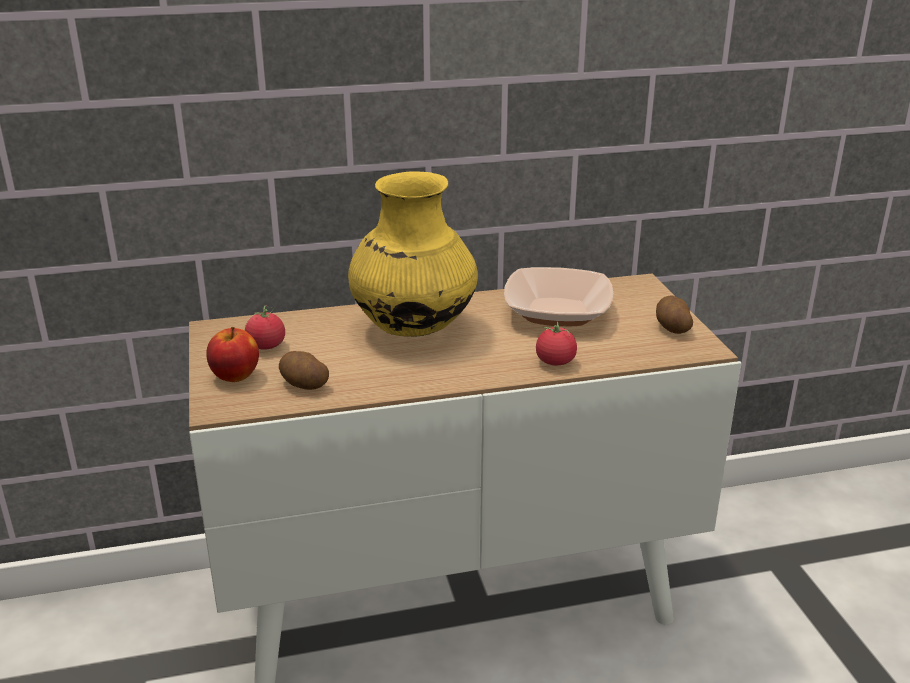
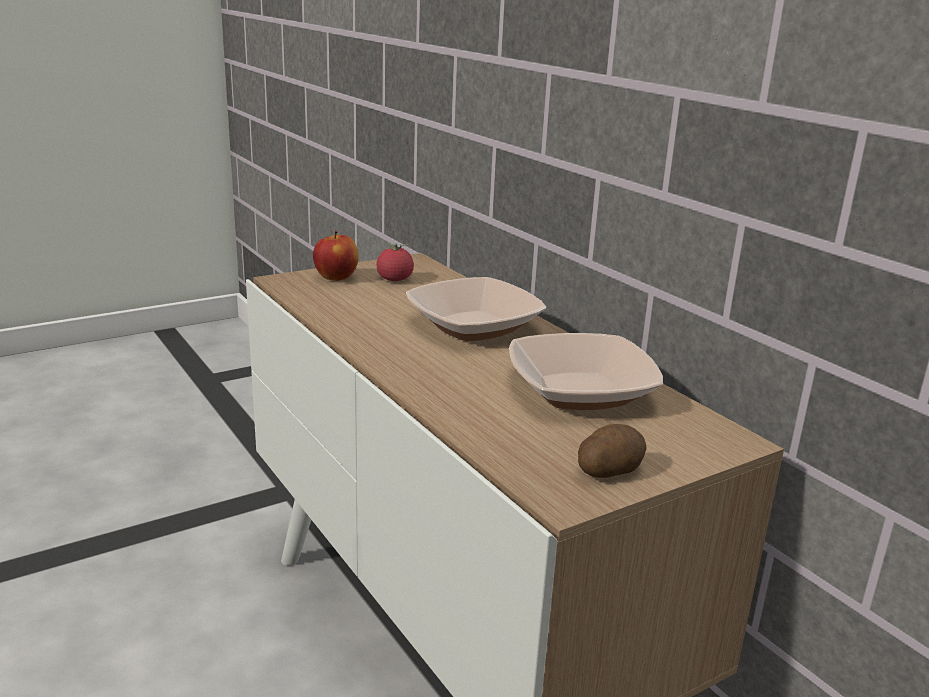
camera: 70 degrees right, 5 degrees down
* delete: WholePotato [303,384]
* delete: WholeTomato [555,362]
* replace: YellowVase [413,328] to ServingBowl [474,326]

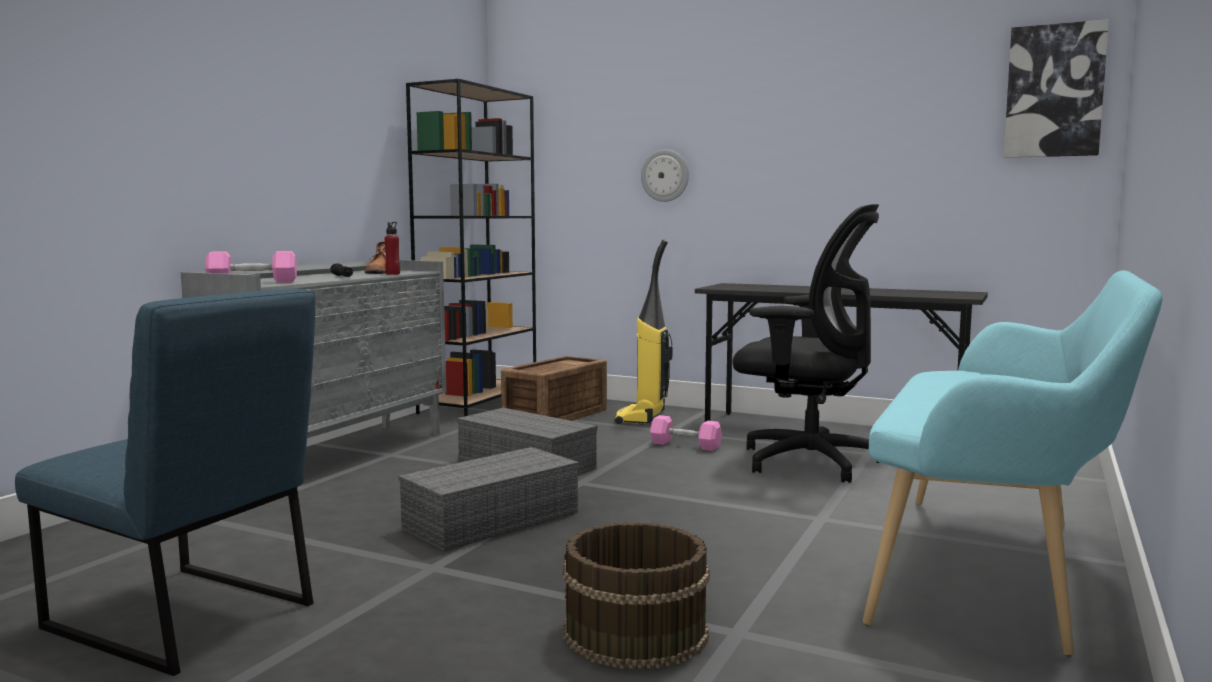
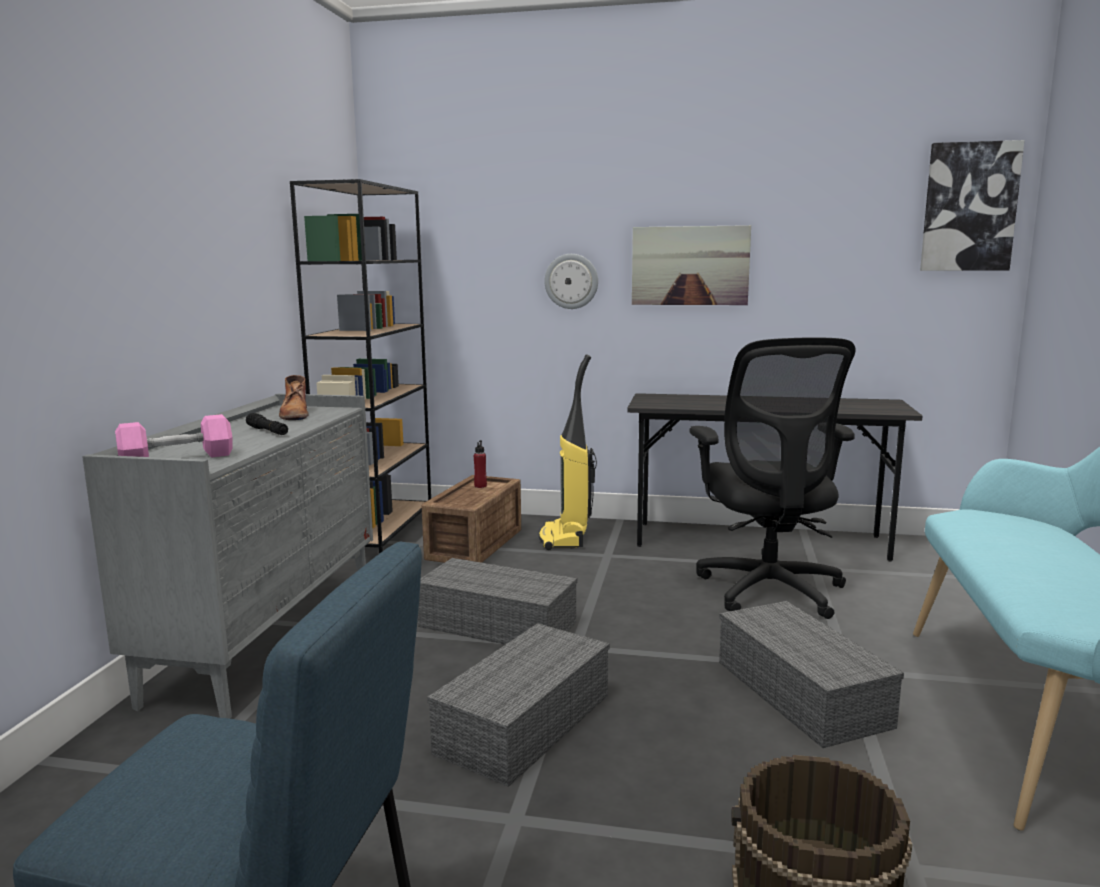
camera: 15 degrees left, 5 degrees up
* delete: PinkColouredFreeWeight [685,445]
* insert: Picture [690,265]
* insert: GrayStorageBin [804,694]
* move: ReddishBottle [393,274] to [480,486]
* rotate: BlackComputerChair [801,462] = [765,587] 75 degrees clockwise

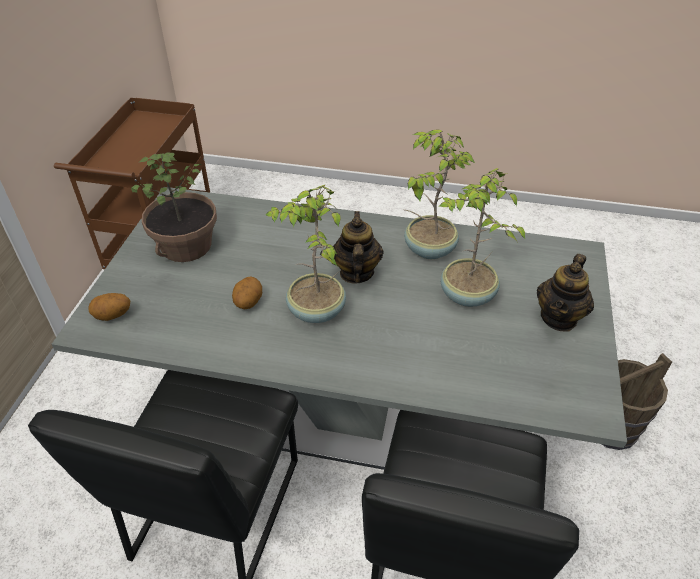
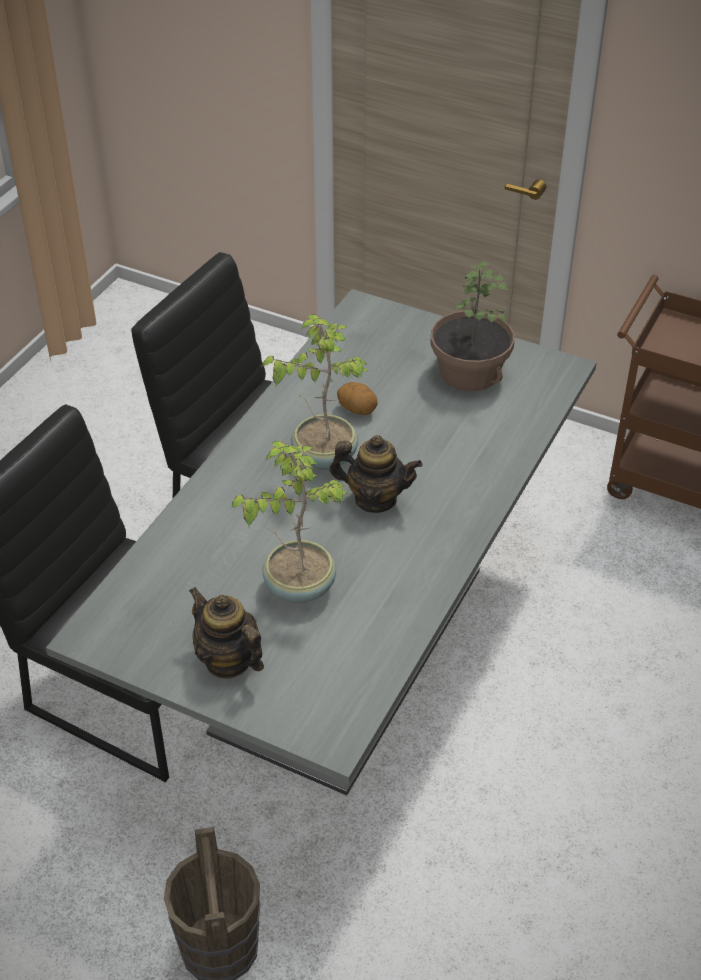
camera: 105 degrees right, 0 degrees up
* delete: WholePotato [113,316]
* delete: PlantInAPot [428,249]

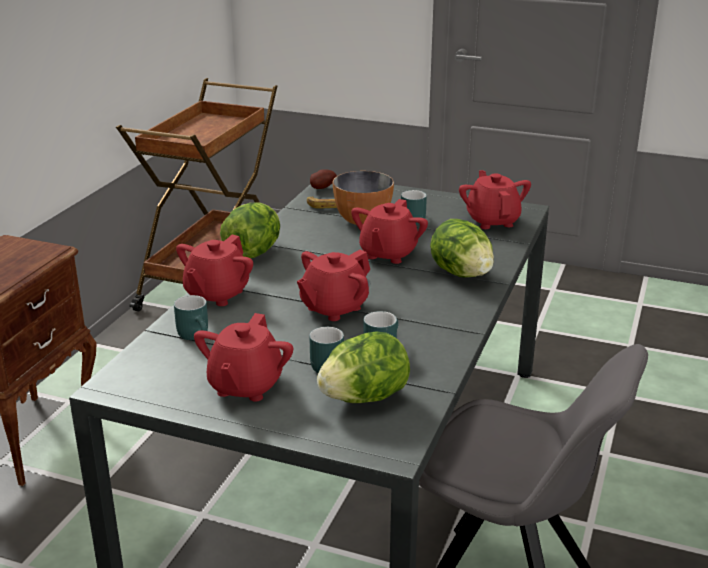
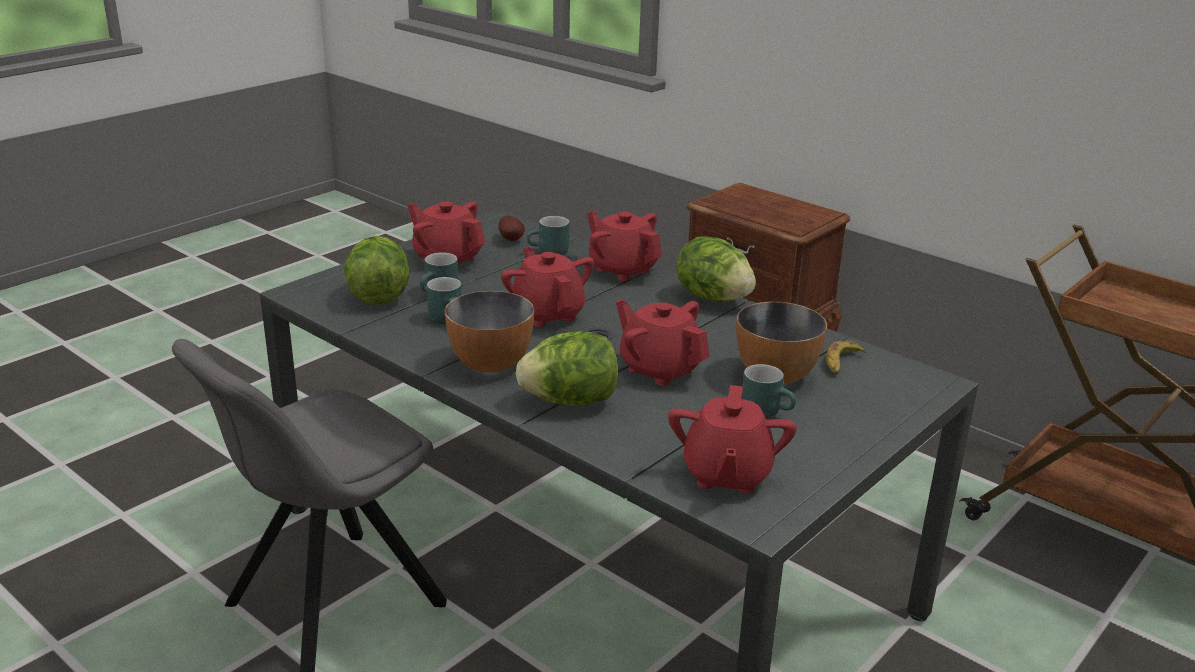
camera: 110 degrees right, 0 degrees up
* insert: ServingBowl [490,364]
* move: WholePotato [321,188] to [512,240]
* rotate: ReddishPotForTea [492,221] = [726,475] 90 degrees clockwise

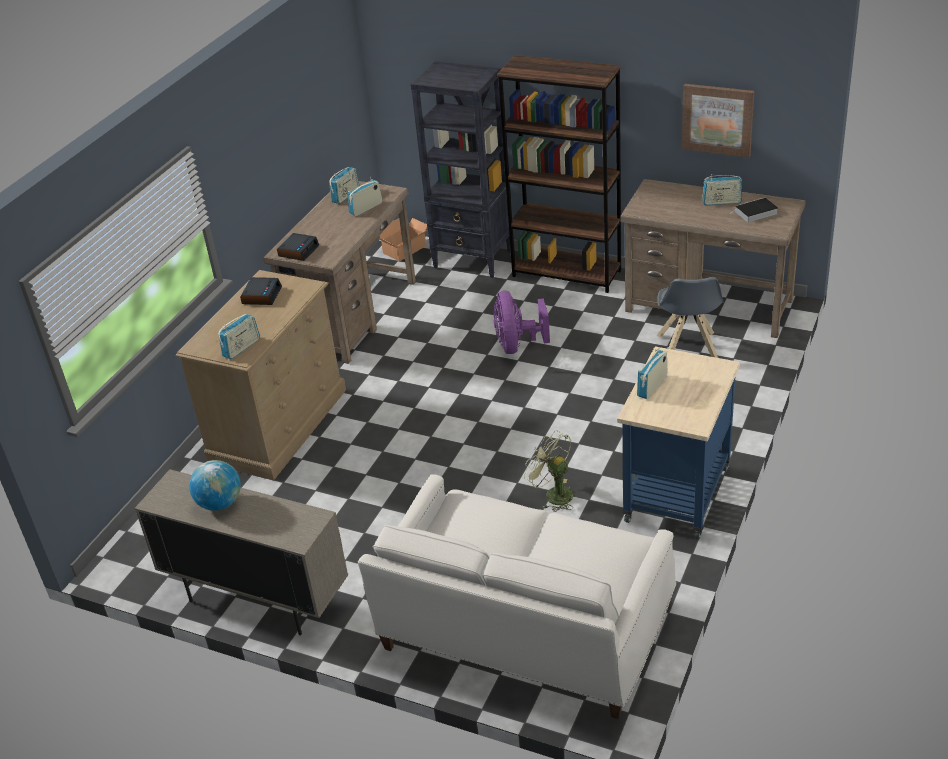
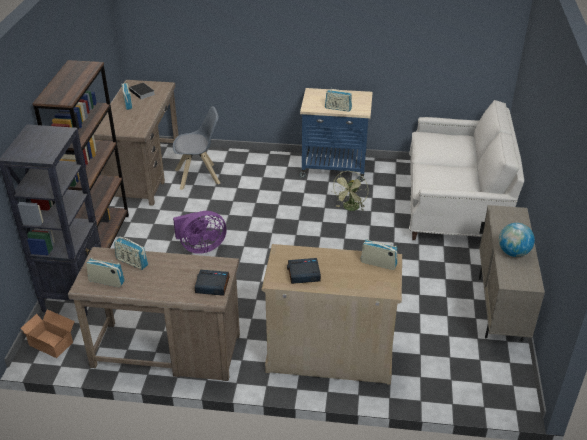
camera: 110 degrees left, 0 degrees up
* delete: Picture [717,119]

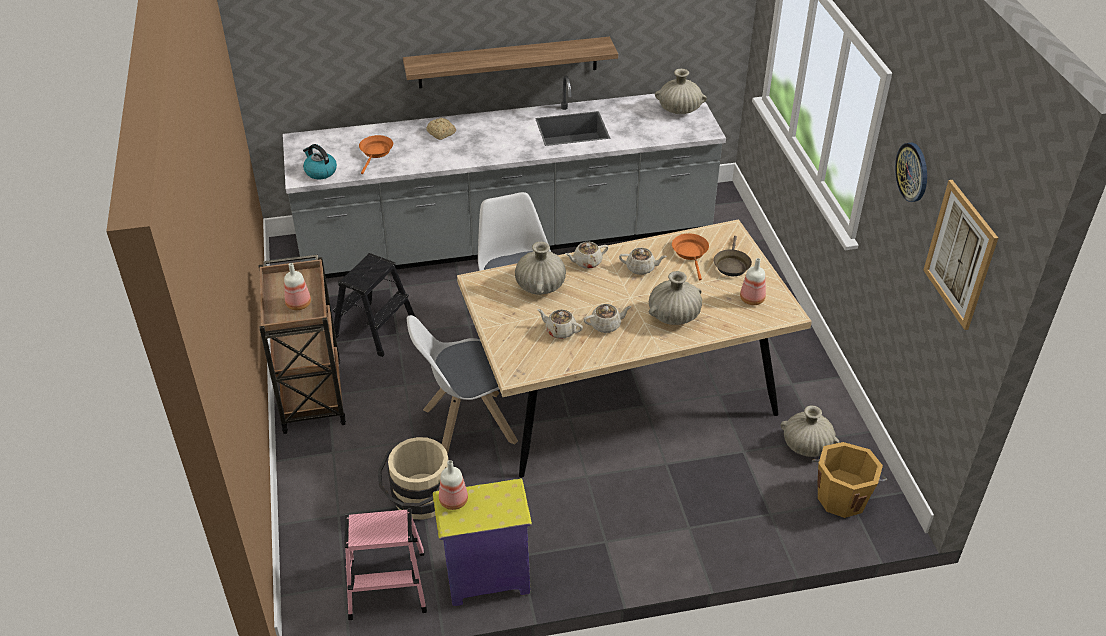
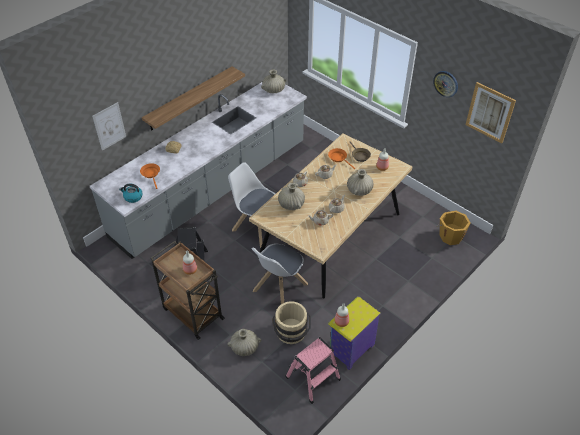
camera: 35 degrees left, 5 degrees up
* insert: Picture [109,126]
* move: BeigeVase [806,446] to [245,348]

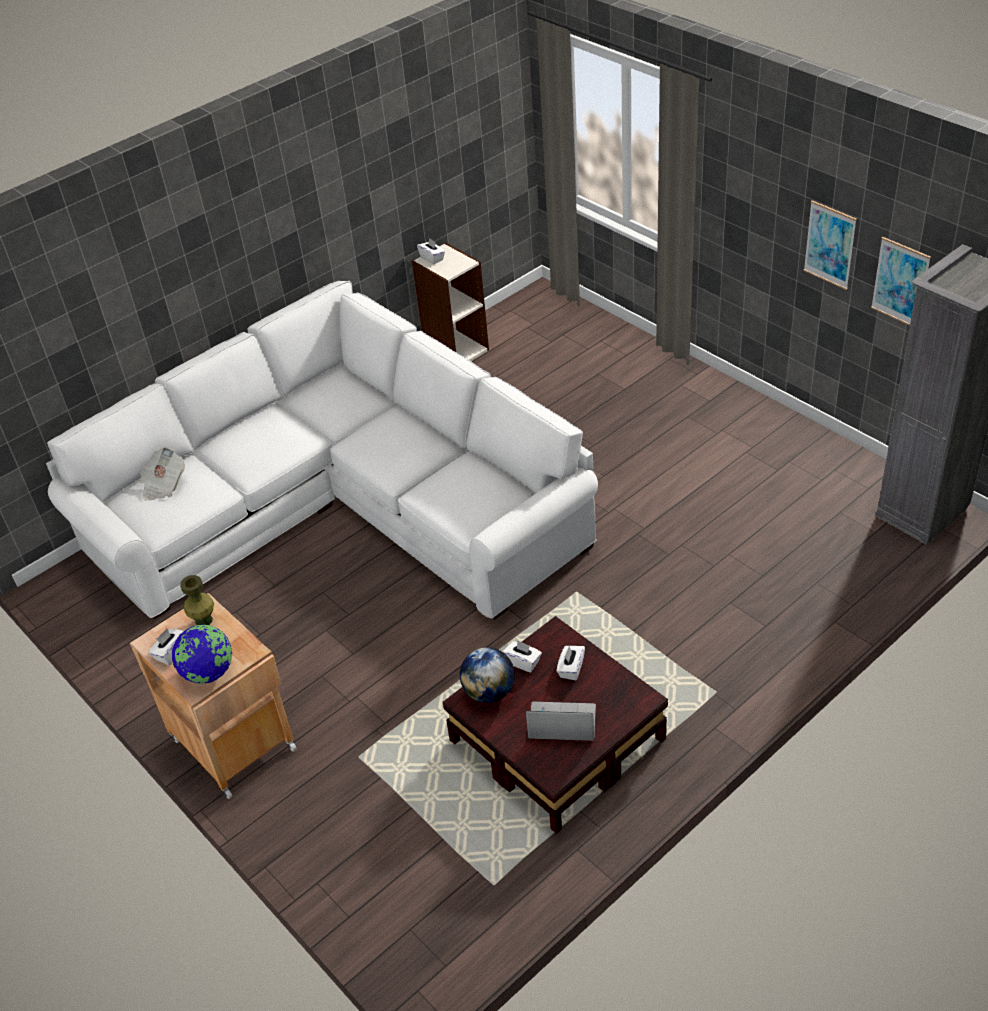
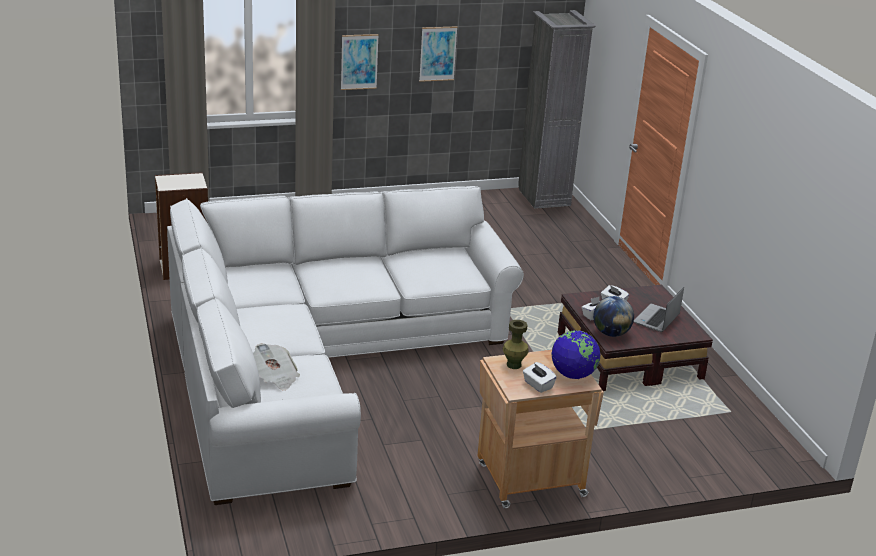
camera: 70 degrees left, 15 degrees down
* delete: WhiteColouredTissueHolder [432,258]
* move: Picture [900,282] to [359,62]

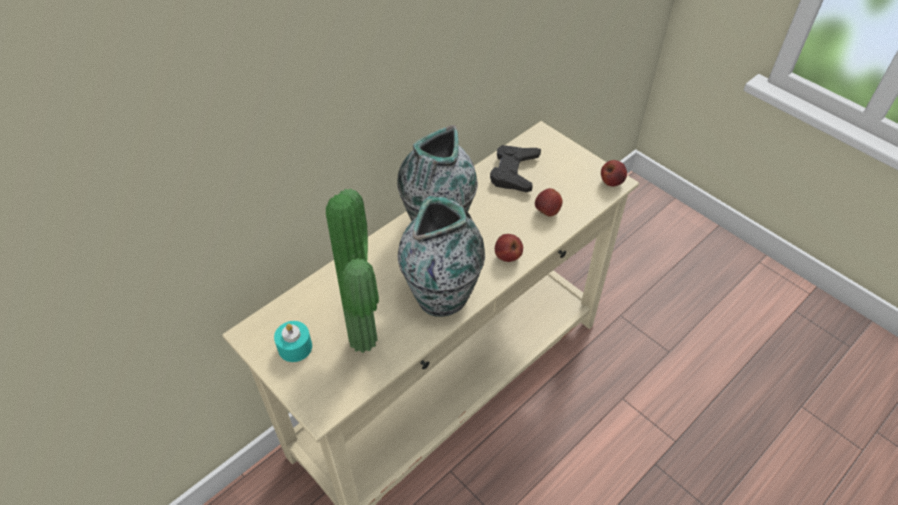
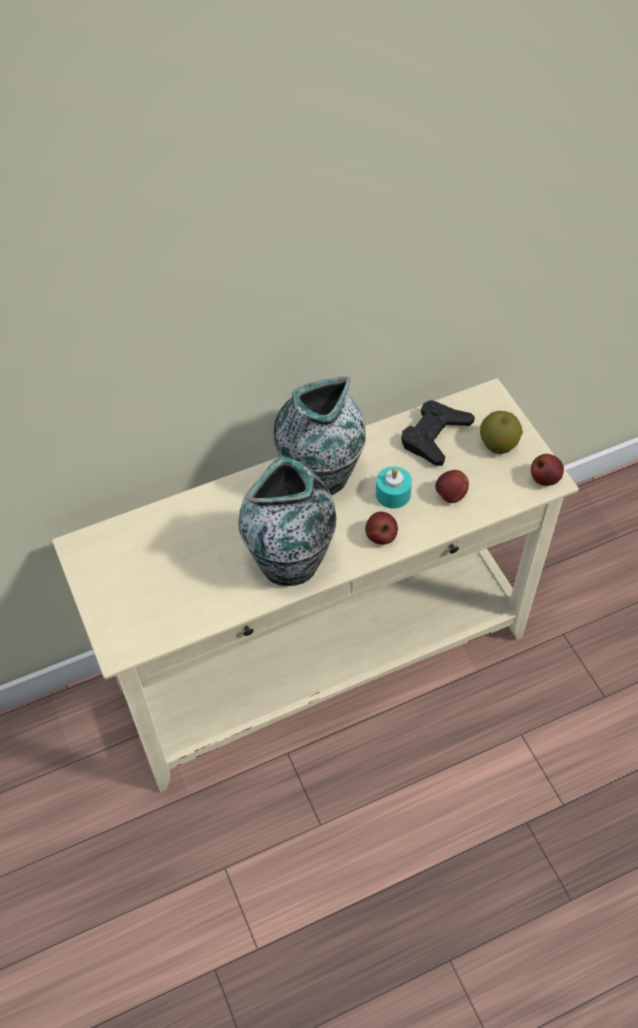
camera: 20 degrees right, 5 degrees up
* delete: PlantInAPot [368,339]
* insert: WholeApple [498,445]
* move: TurquoiseWaxCandle [295,347] to [393,494]

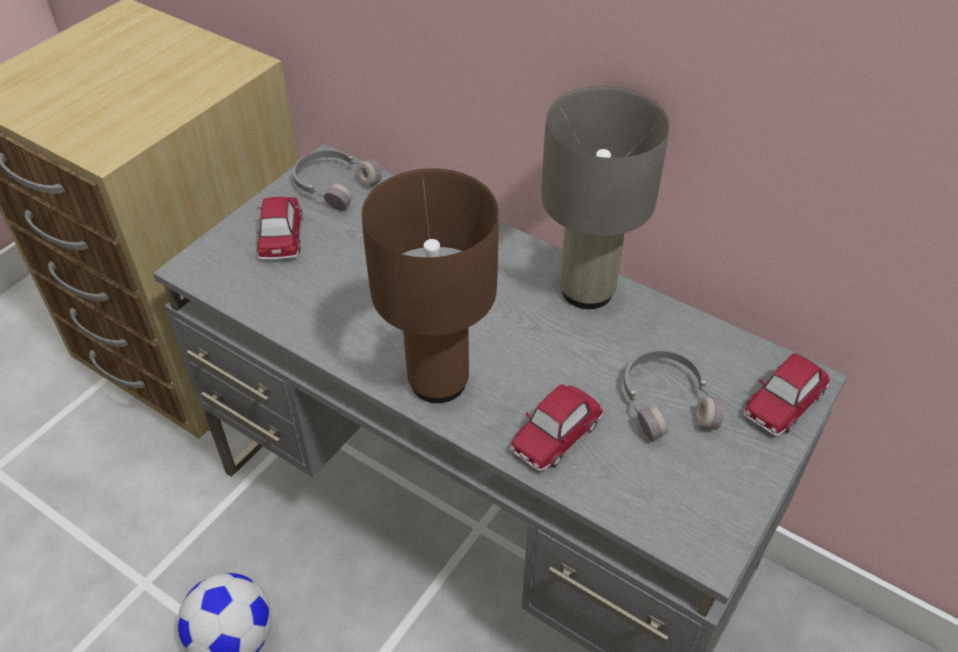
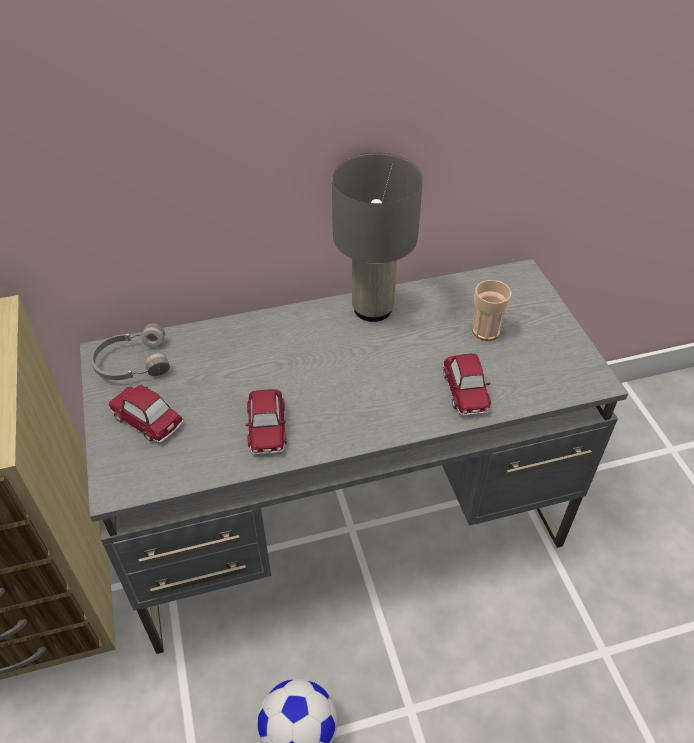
camera: 50 degrees left, 0 degrees up
* delete: BrownishTabletopLamp [440,381]
* move: ToyCar [783,402] to [267,427]
* replace: GrayHeadset [667,401] to SmallCup [485,331]

